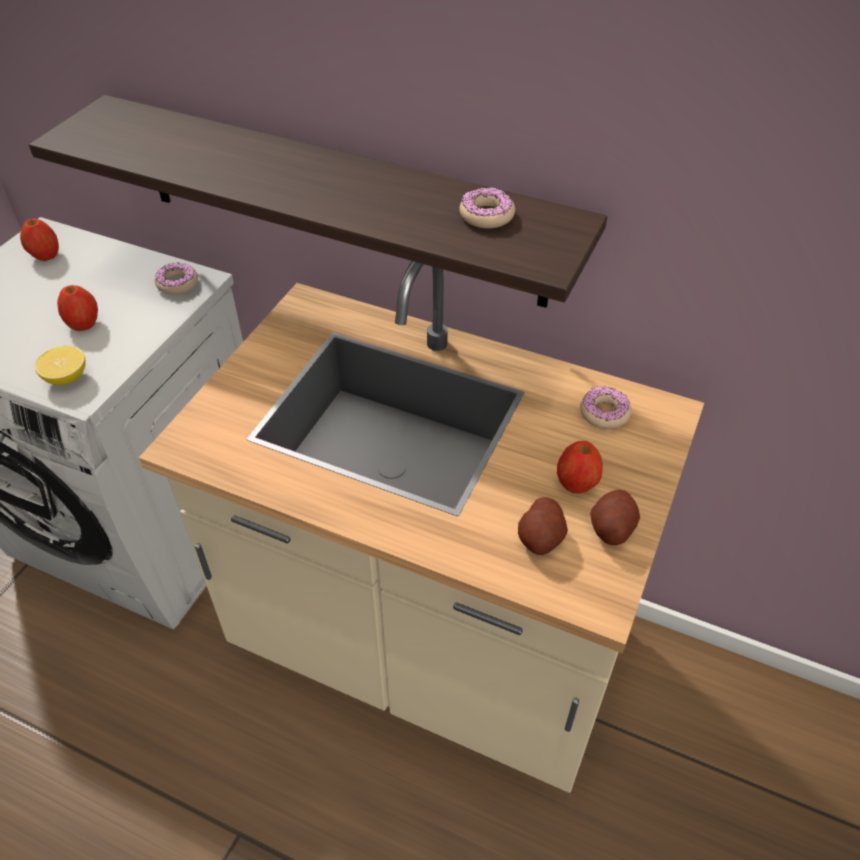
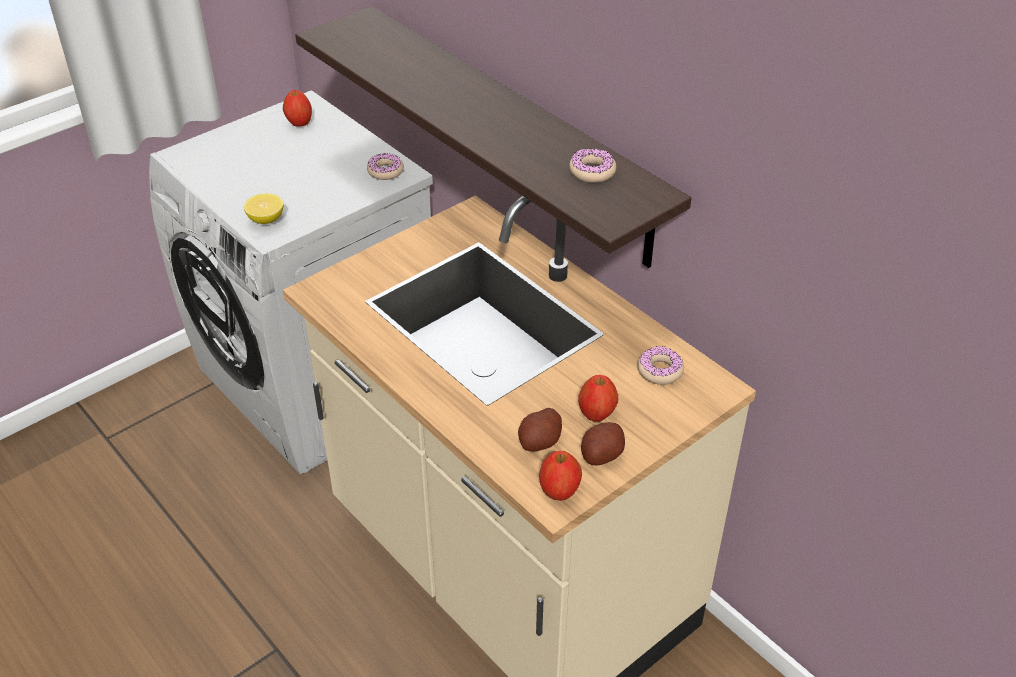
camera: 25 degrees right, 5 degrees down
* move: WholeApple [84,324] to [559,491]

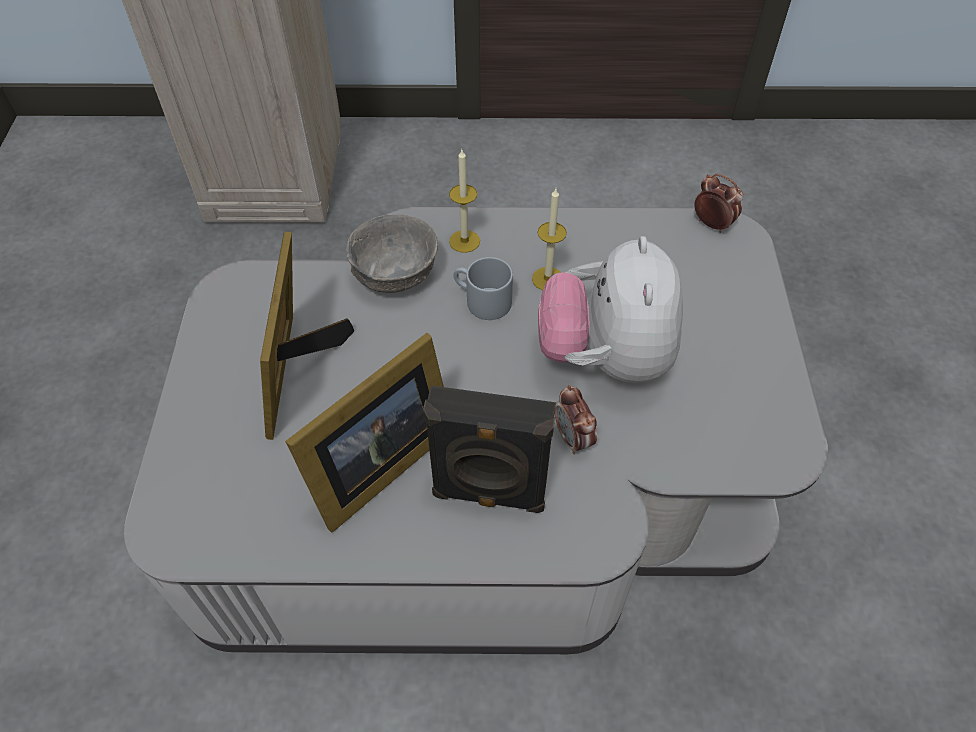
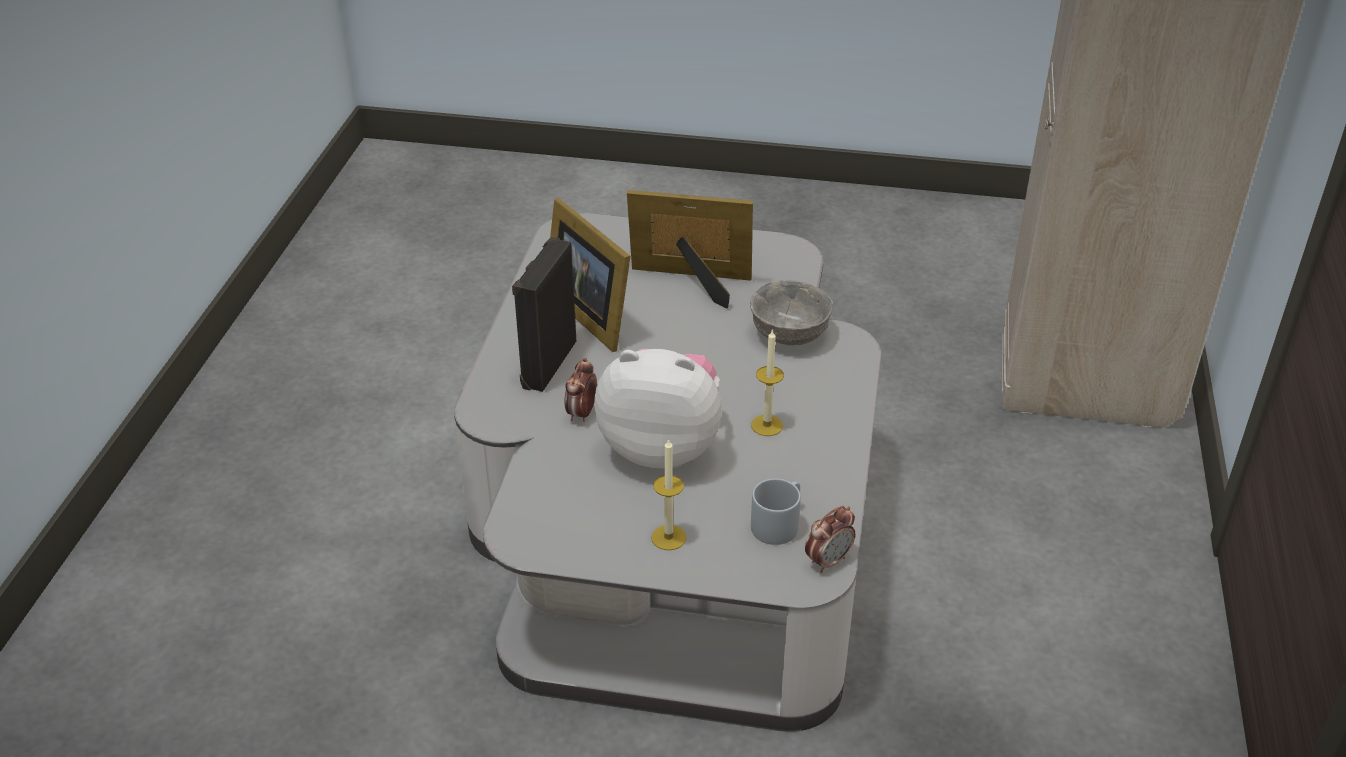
camera: 100 degrees right, 15 degrees down
* move: WaxCandle [464,241] to [668,537]
* move: GrayMug [481,301] to [778,522]
* rotate: BedsideClock [573,439] = [582,413] 60 degrees counterclockwise

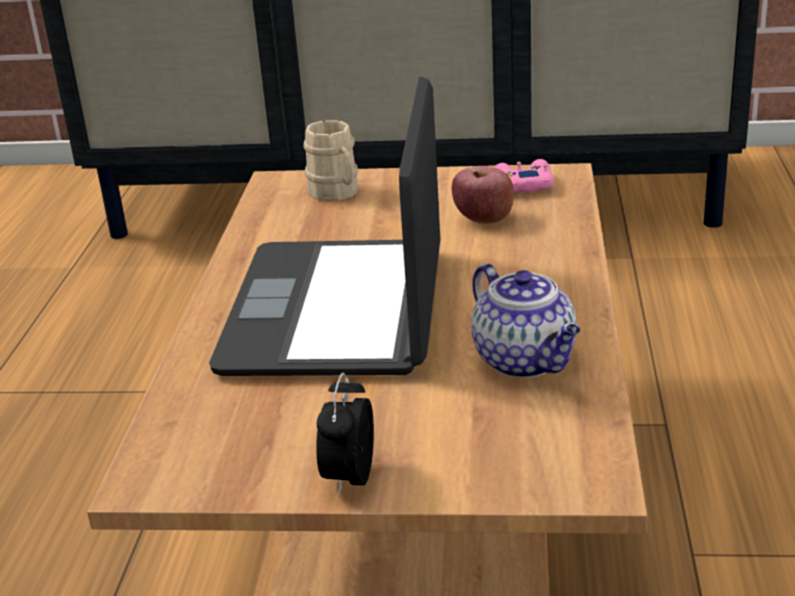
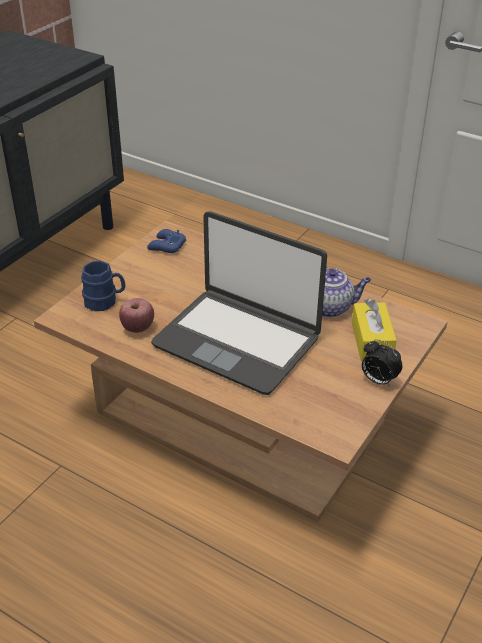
camera: 65 degrees left, 10 degrees up
* insert: YellowTissueHolder [371,341]
* move: WholeApple [484,219] to [138,328]
* recolor: BeigeMug [337,193] to BlueMug [105,301]
* recolor: PinkColouredGamepad [523,184] to BlueGamepad [166,246]

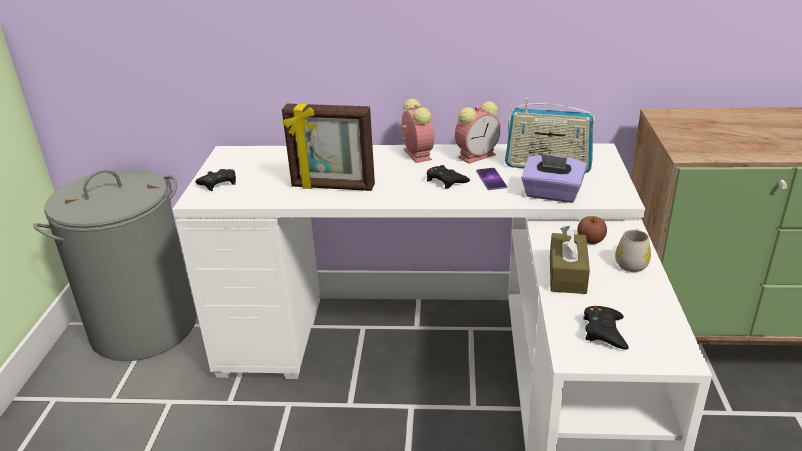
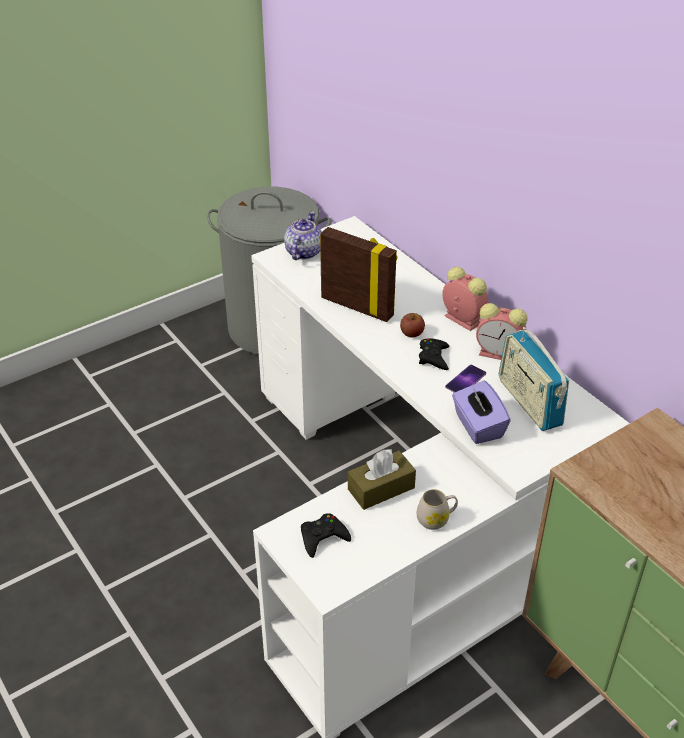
camera: 50 degrees right, 10 degrees up
* move: WholeApple [590,240] to [412,333]
* replace: BlackGamepad [218,183] to PotForTea [303,252]
* rotate: PhotoFrame [332,187] = [357,306] 150 degrees clockwise
* rotate: BedsideClock [416,154] = [461,319] 75 degrees counterclockwise

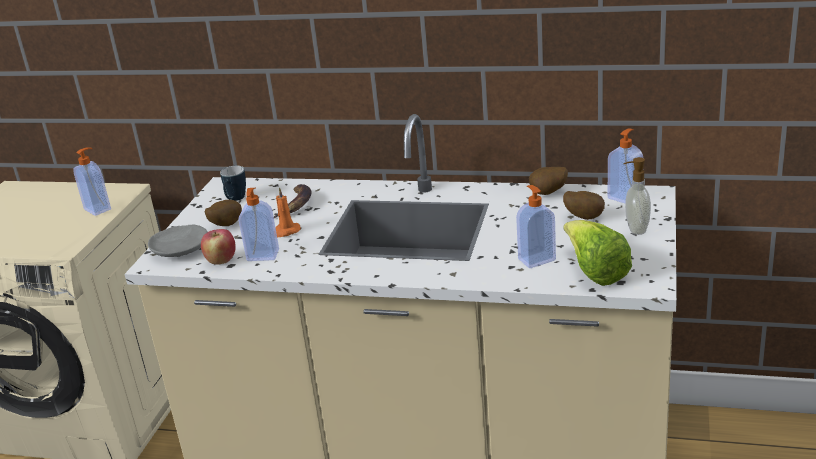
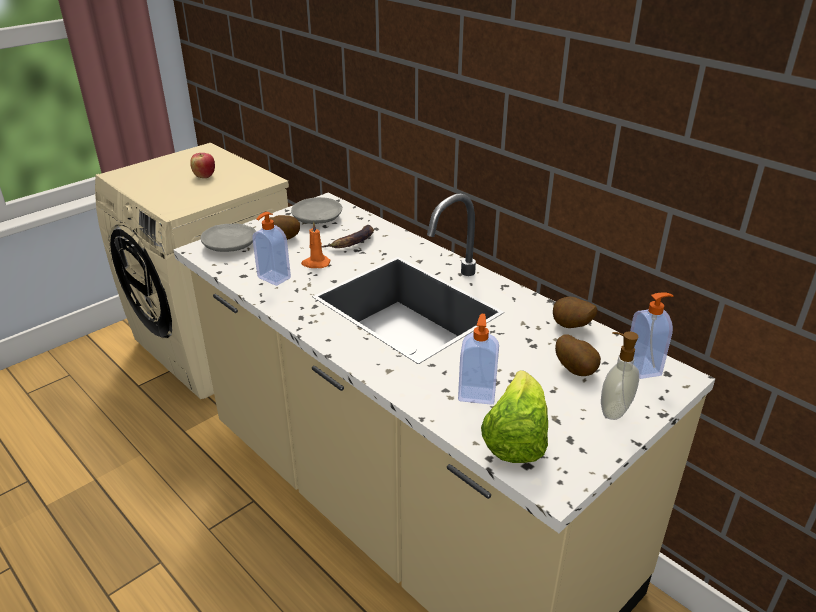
camera: 30 degrees right, 5 degrees up
* delete: SoapBottle [98,209]
* move: WholeApple [221,261] to [204,176]
* replace: Mug [235,200] to GrayPlate [317,219]

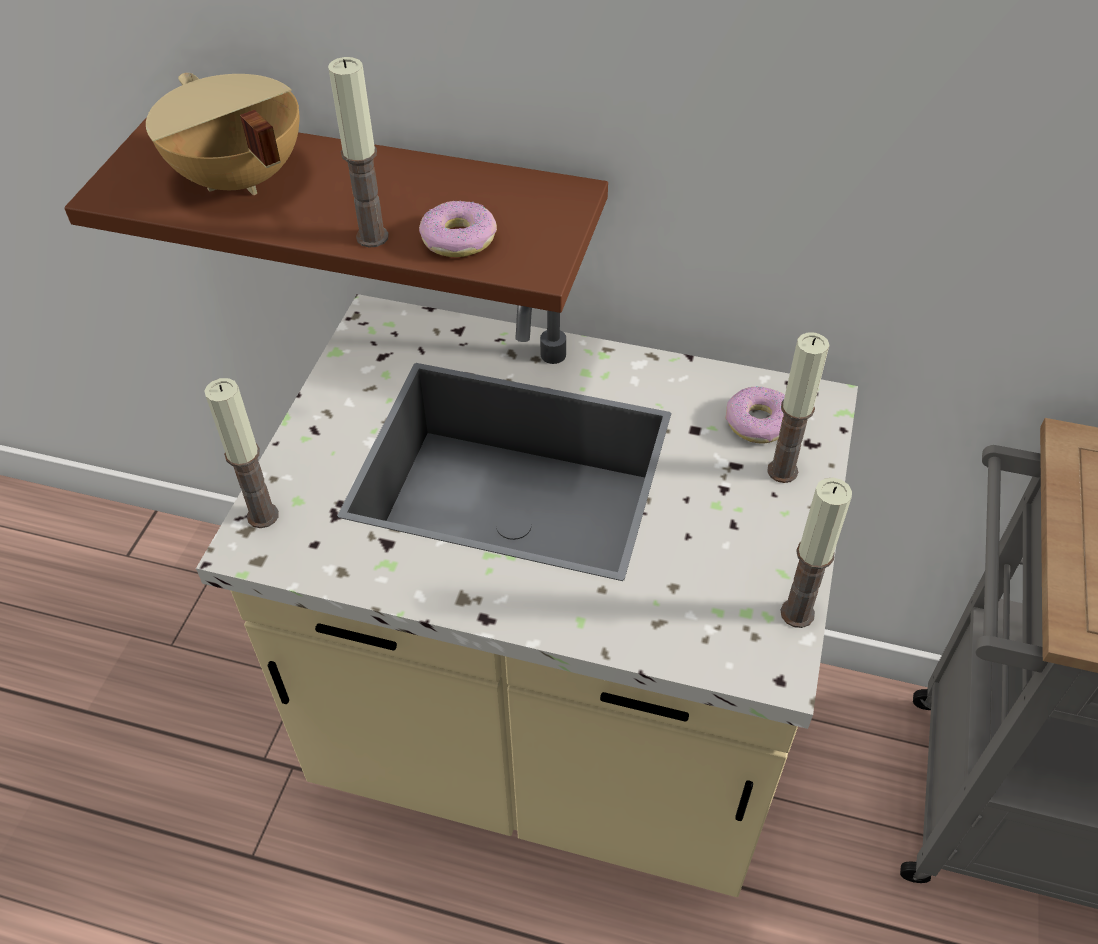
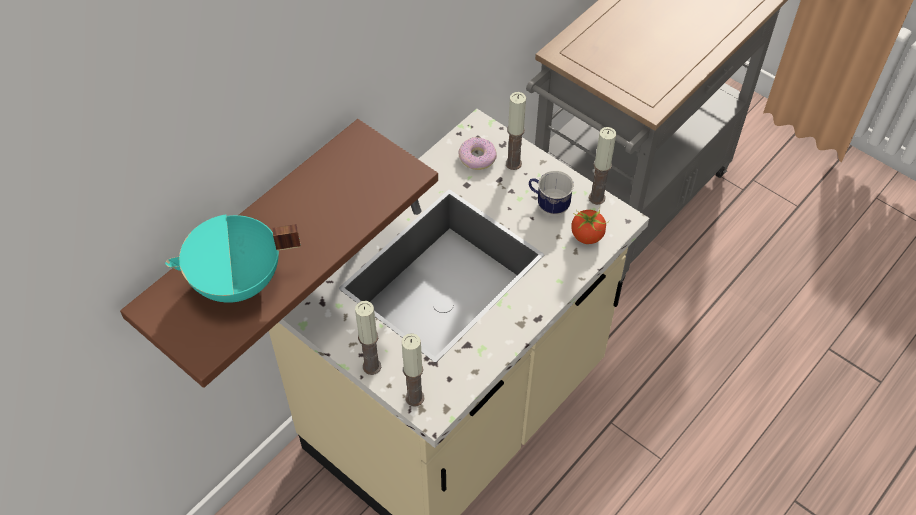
camera: 65 degrees left, 5 degrees up
* delete: Donut [458,239]
* insert: Mug [548,205]
* insert: WholeTomato [587,236]
* move: WaxCandle [372,237] to [372,366]
* recolor: BeigeSaucepot [237,180] to TurquoiseSaucepot [238,283]

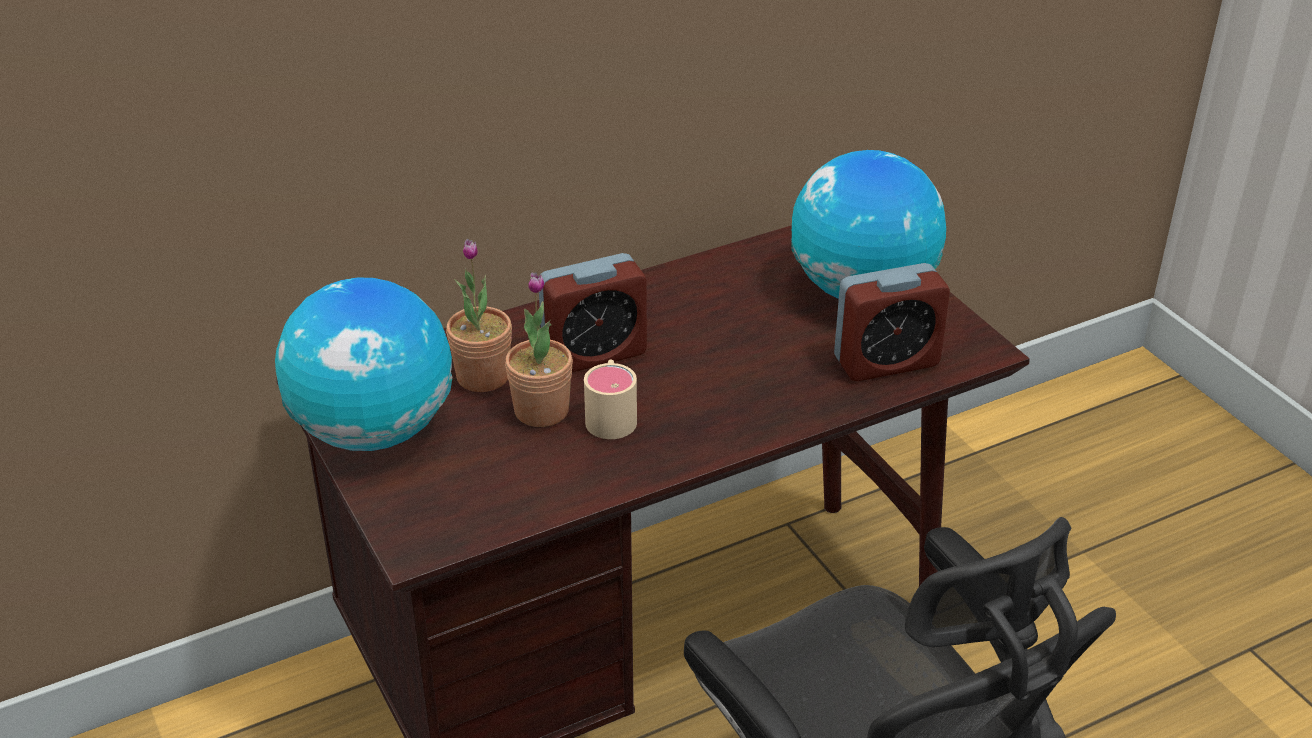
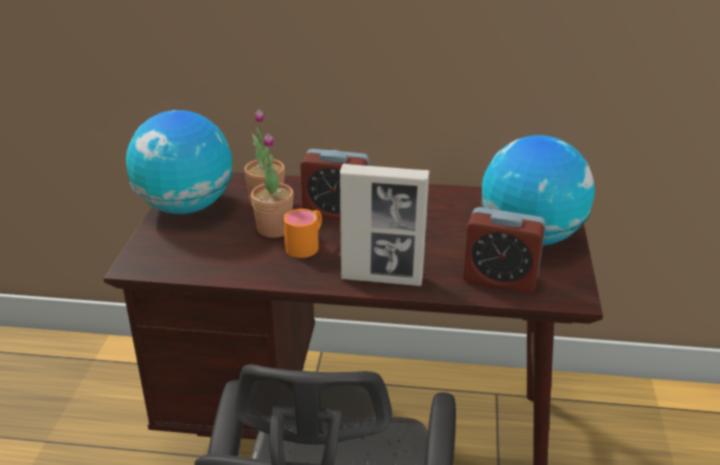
camera: 35 degrees right, 5 degrees down
* insert: PhotoFrame [382,278]
* recolor: BeigeMug [611,414] to OrangeColouredMug [306,244]

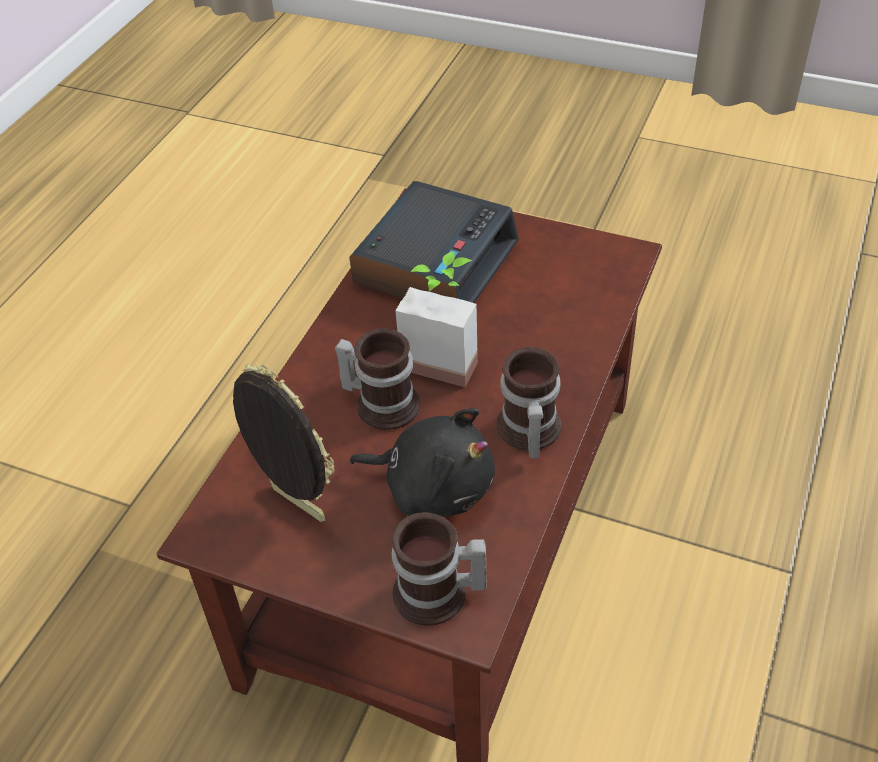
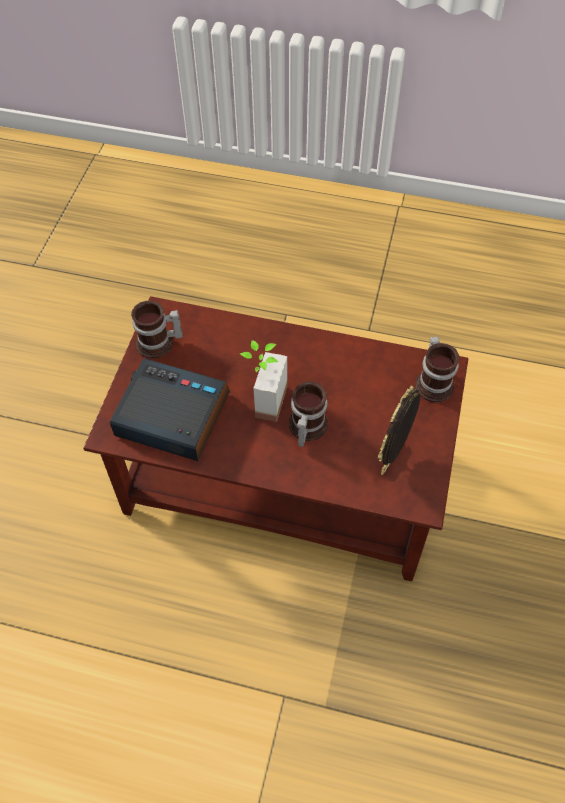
camera: 100 degrees left, 10 degrees up
* delete: BlackSoftToy [433,486]
* move: Mug [526,431] to [159,344]

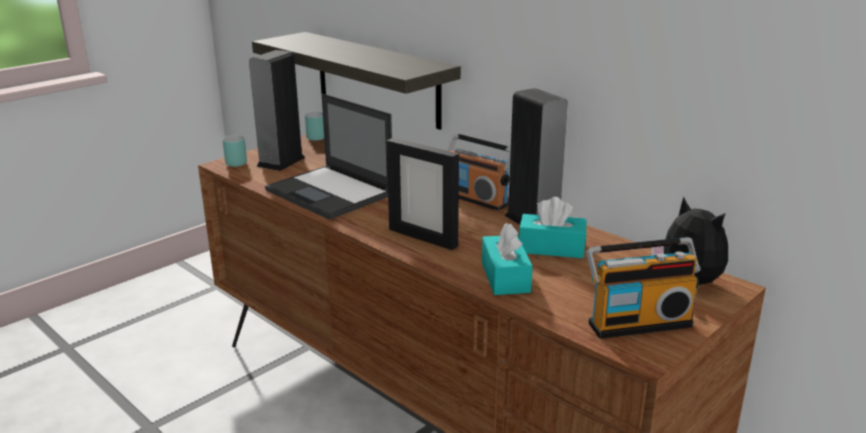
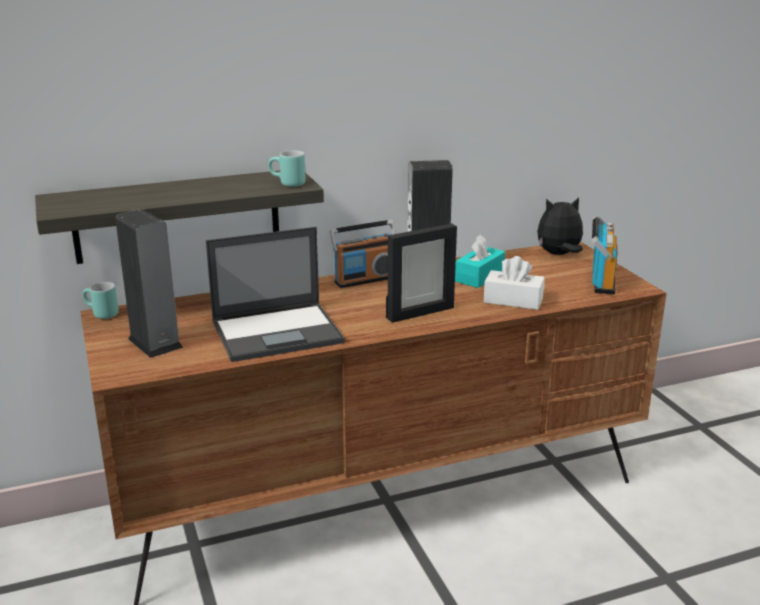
camera: 65 degrees left, 0 degrees up
* move: TurquoiseMug [235,162] to [287,184]
* recolor: TurquoiseTissueHolder [505,277] to WhiteColouredTissueHolder [513,300]

